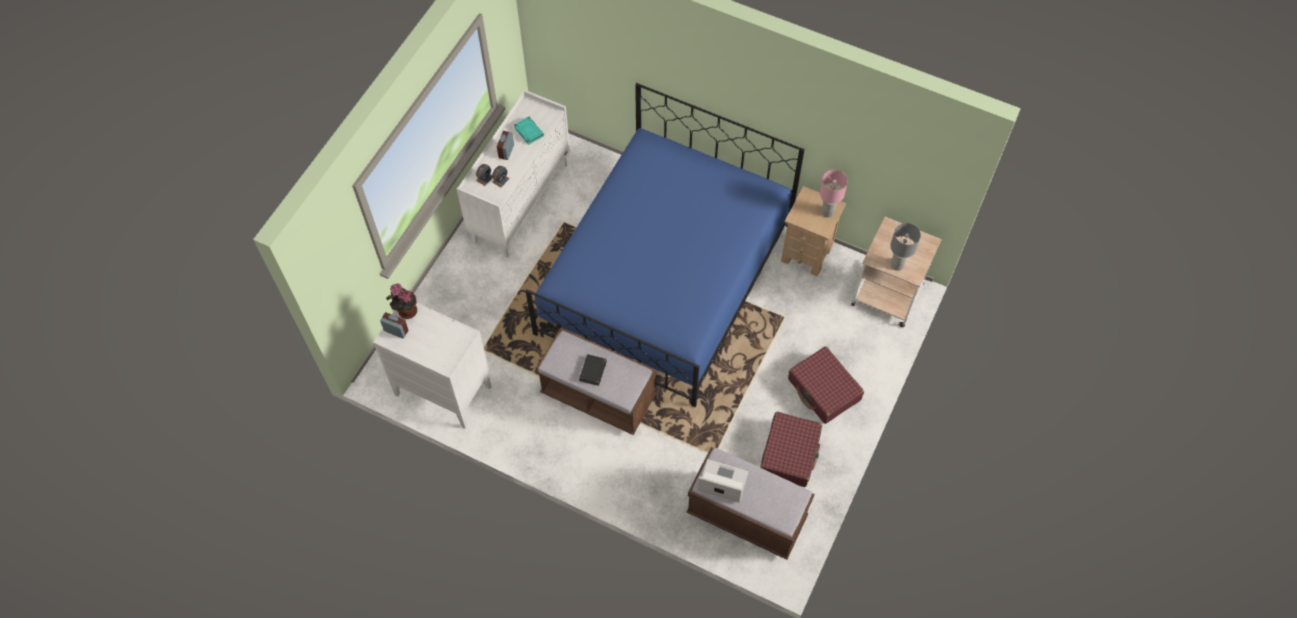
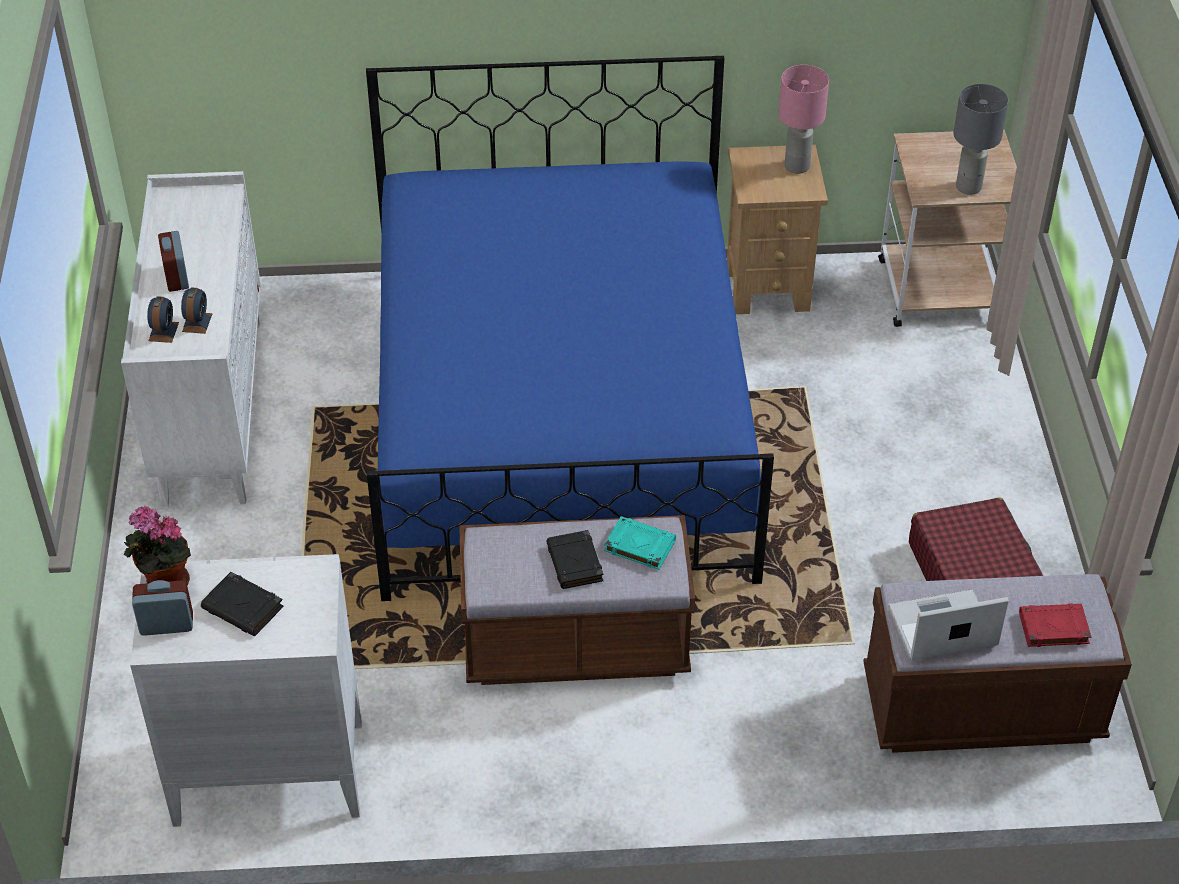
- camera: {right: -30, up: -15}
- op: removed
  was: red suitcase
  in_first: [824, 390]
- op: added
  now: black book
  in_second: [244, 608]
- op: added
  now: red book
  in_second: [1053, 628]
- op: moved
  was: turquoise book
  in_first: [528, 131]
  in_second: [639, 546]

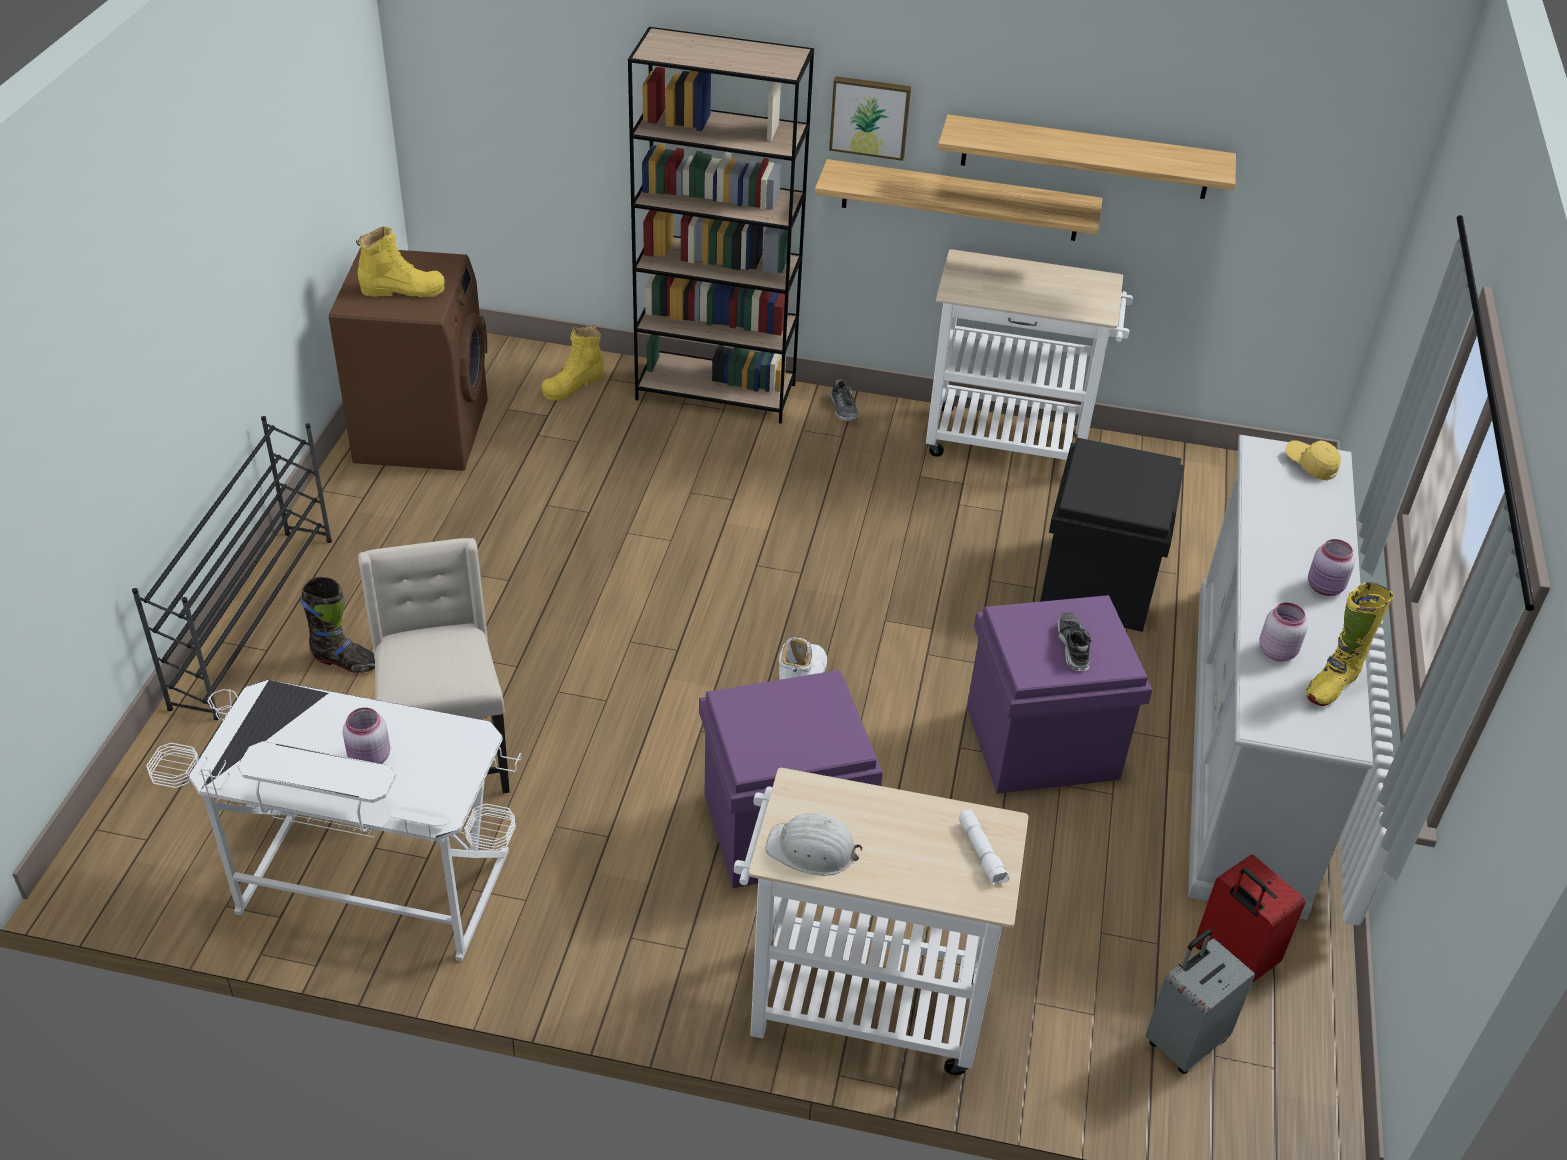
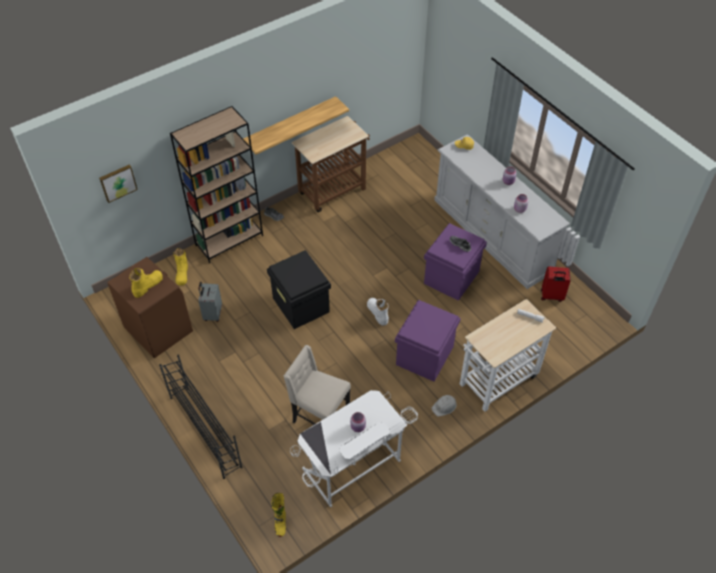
- camera: {right: -45, up: 10}
- op: removed
  was: black boot
  in_first: [345, 662]
- op: removed
  was: shelf
  in_first: [1085, 157]
- op: moved
  was: white hard hat
  in_first: [812, 850]
  in_second: [444, 406]
- op: moved
  was: picture
  in_first: [870, 116]
  in_second: [118, 182]
- op: moved
  was: black storage box
  in_first: [1099, 584]
  in_second: [301, 305]
- op: moved
  was: grey suitcase
  in_first: [1184, 1041]
  in_second: [212, 313]
- op: moved
  was: yellow boot
  in_first: [1332, 685]
  in_second: [280, 522]
- op: recoloured
  was: white cart
  now: brown cart
  in_first: [1009, 444]
  in_second: [333, 191]

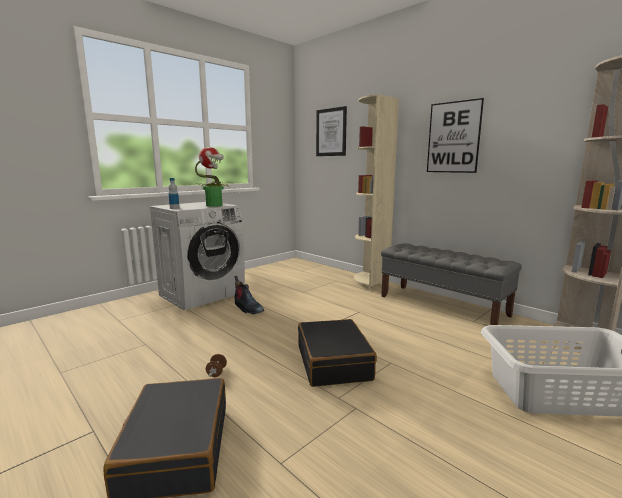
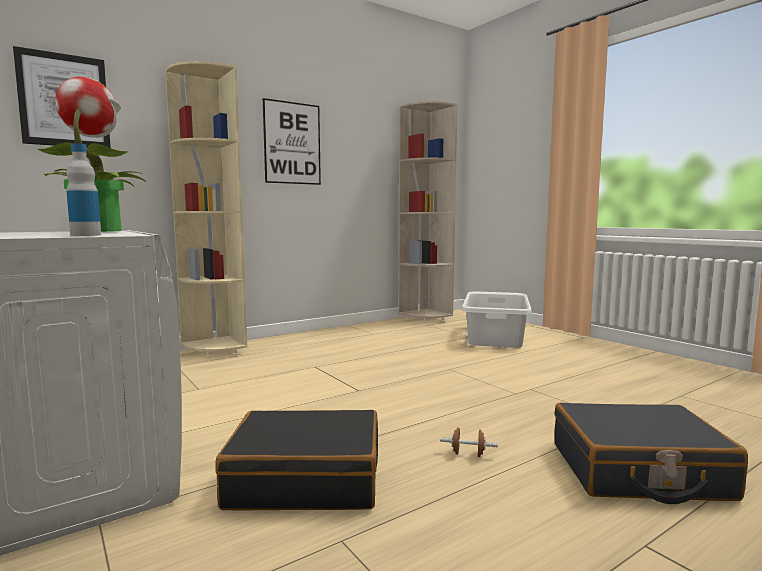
- camera: {right: -80, up: -5}
- op: removed
  was: boot
  in_first: [247, 308]
- op: removed
  was: grey bench
  in_first: [442, 306]
- op: moved
  was: black suitcase
  in_first: [334, 362]
  in_second: [306, 479]

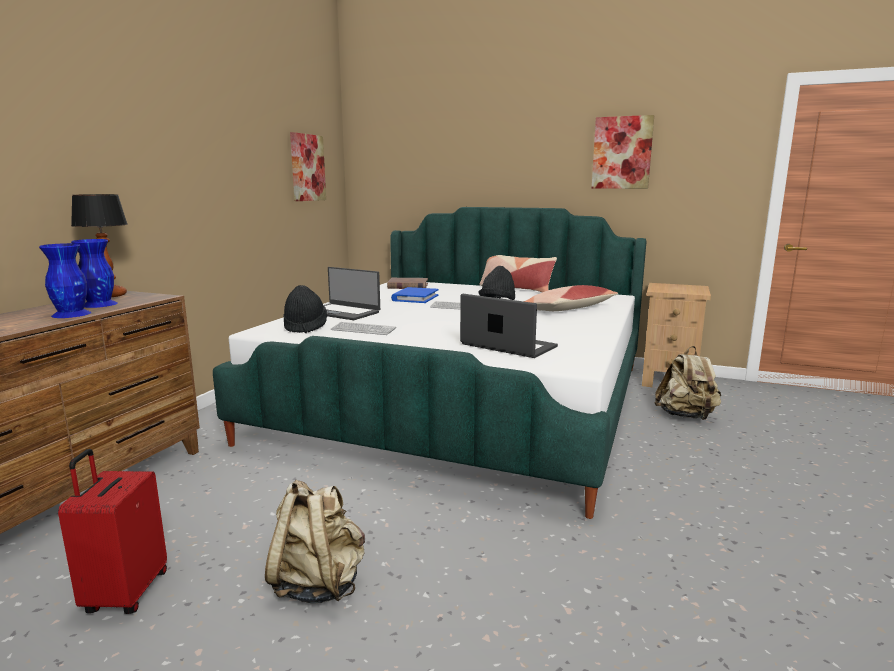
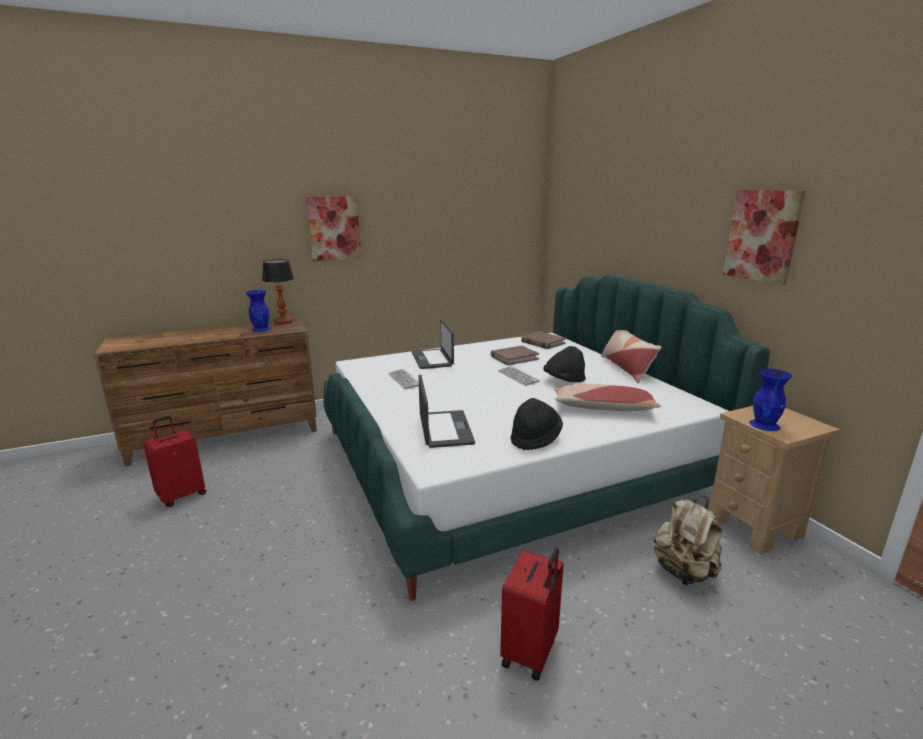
- camera: {right: 45, up: 5}
- op: removed
  was: beige backpack
  in_first: [318, 584]
- op: added
  now: red suitcase
  in_second: [531, 652]
- op: moved
  was: blue vase
  in_first: [72, 314]
  in_second: [765, 425]
- op: moved
  was: black hat
  in_first: [305, 327]
  in_second: [535, 439]
- op: moved
  was: picture
  in_first: [307, 167]
  in_second: [334, 228]
- op: recoloured
  was: blue book
  now: brown book
  in_first: [415, 298]
  in_second: [514, 357]

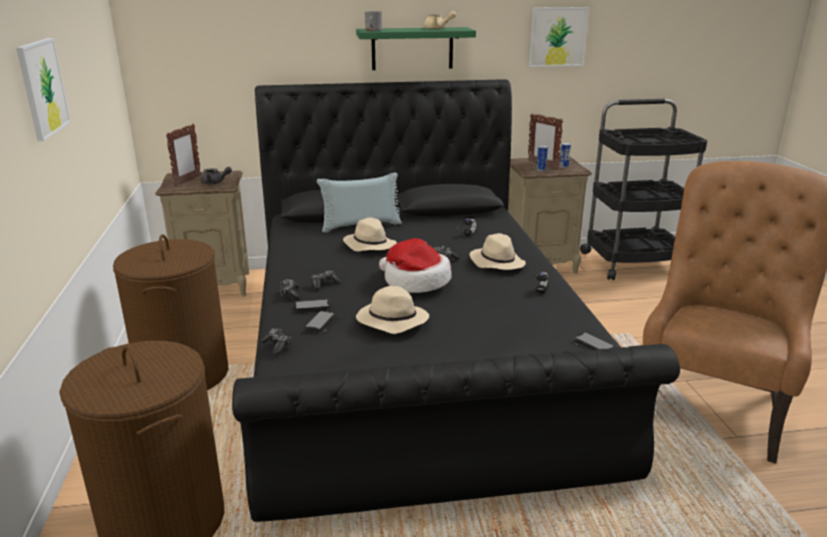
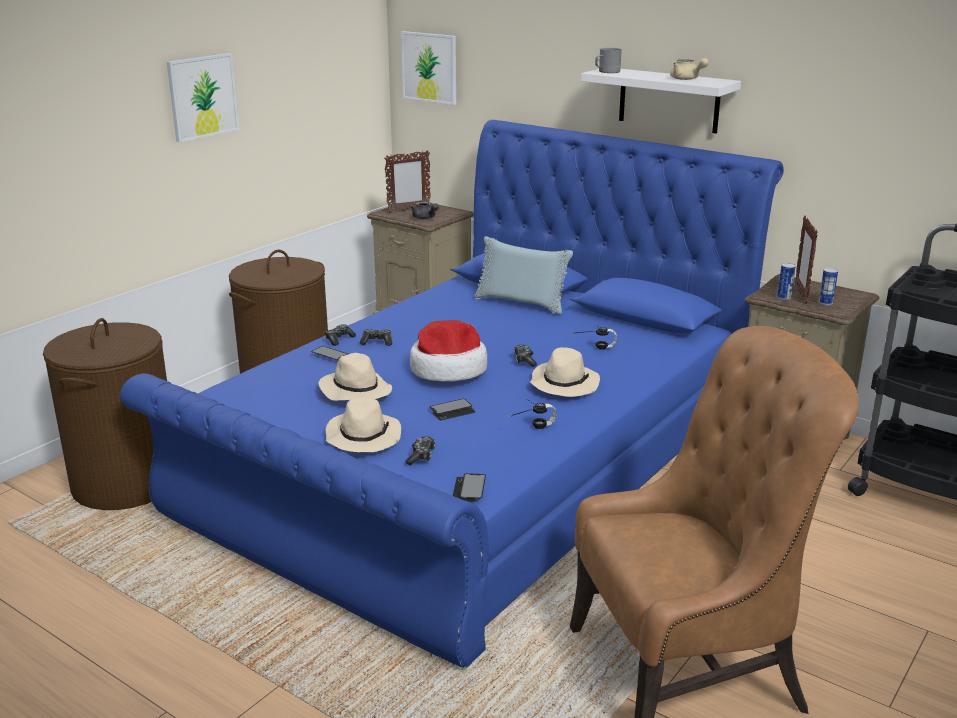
- camera: {right: 45, up: 0}
- op: moved
  was: game controller
  in_first: [277, 345]
  in_second: [421, 456]
- op: moved
  was: phone
  in_first: [322, 323]
  in_second: [452, 411]
- op: moved
  was: beige hat
  in_first: [369, 245]
  in_second: [363, 437]
- op: moved
  was: picture
  in_first: [558, 37]
  in_second: [430, 67]
- op: recoloured
  was: black bed
  now: blue bed
  in_first: [413, 354]
  in_second: [478, 462]
- op: recoloured
  was: green shelf
  now: white shelf
  in_first: [412, 48]
  in_second: [669, 100]

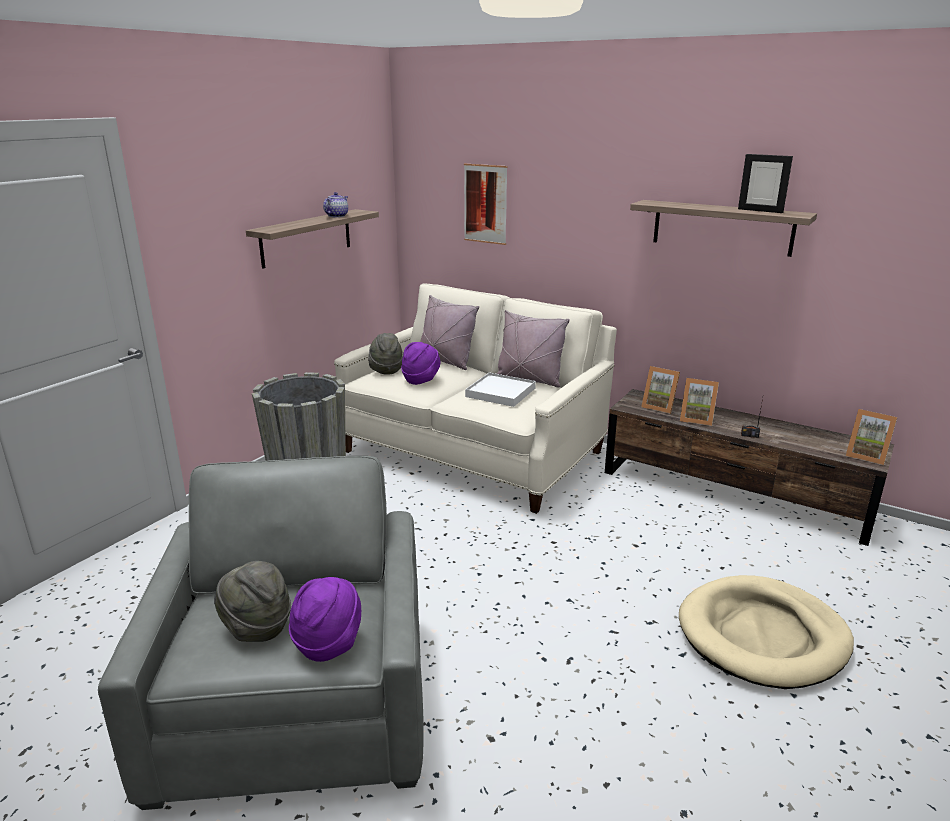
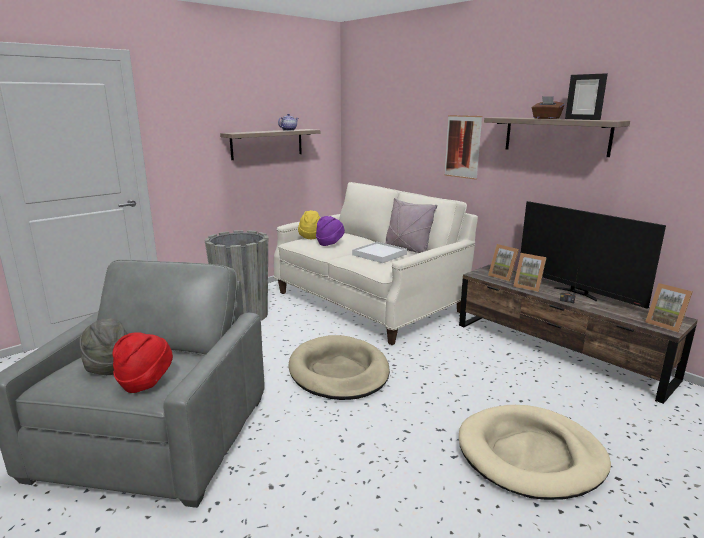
- camera: {right: 15, up: -5}
- op: removed
  was: purple pillow
  in_first: [445, 362]
- op: added
  now: beige dog bed
  in_second: [339, 372]
- op: added
  now: television
  in_second: [577, 293]
- op: added
  now: brown tissue box
  in_second: [546, 118]
- op: moved
  was: picture
  in_first: [485, 204]
  in_second: [462, 147]
- op: recoloured
  was: purple hat
  now: red hat
  in_first: [328, 641]
  in_second: [145, 382]
- op: recoloured
  was: grey hat
  now: yellow hat
  in_first: [386, 369]
  in_second: [311, 236]

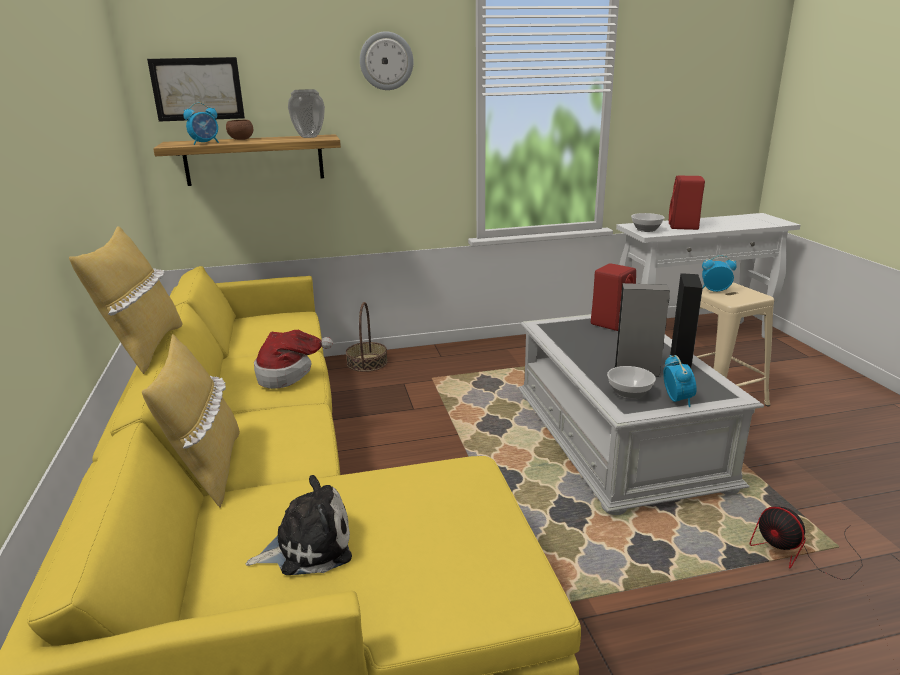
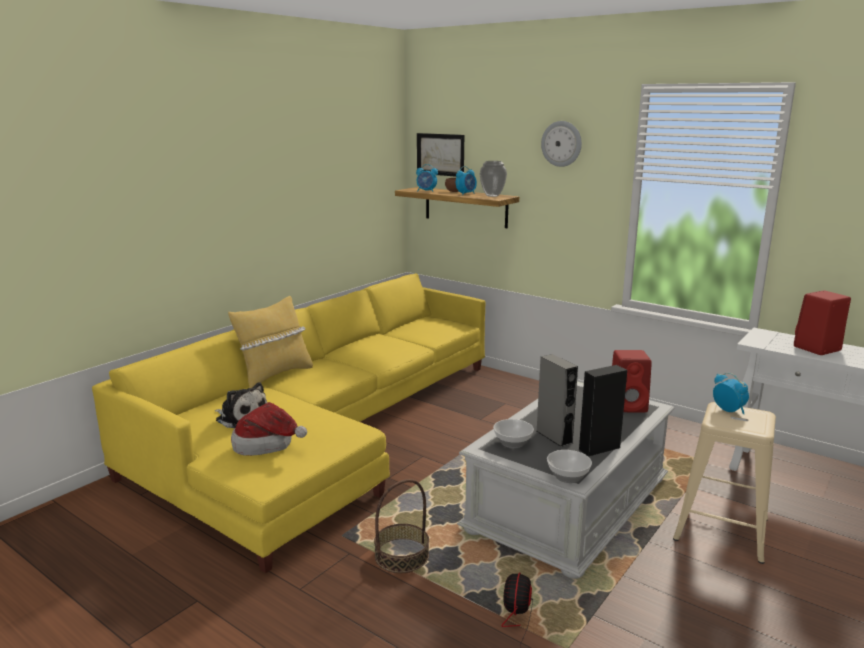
- camera: {right: 50, up: -5}
- op: removed
  was: yellow pillow
  in_first: [144, 349]
- op: moved
  was: hat
  in_first: [287, 373]
  in_second: [267, 445]
- op: moved
  was: basket
  in_first: [367, 363]
  in_second: [401, 555]
- op: moved
  was: bowl
  in_first: [645, 229]
  in_second: [567, 476]
- op: moved
  was: alarm clock
  in_first: [677, 399]
  in_second: [466, 194]

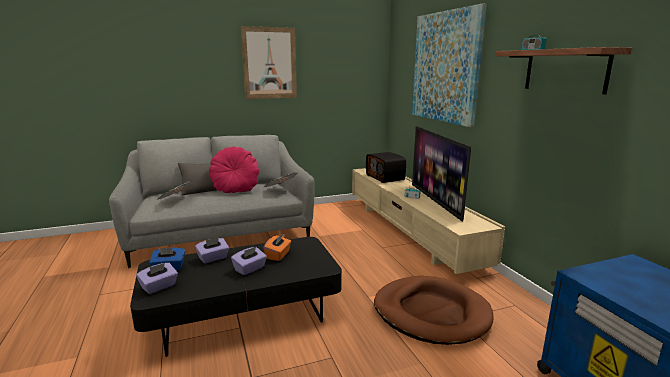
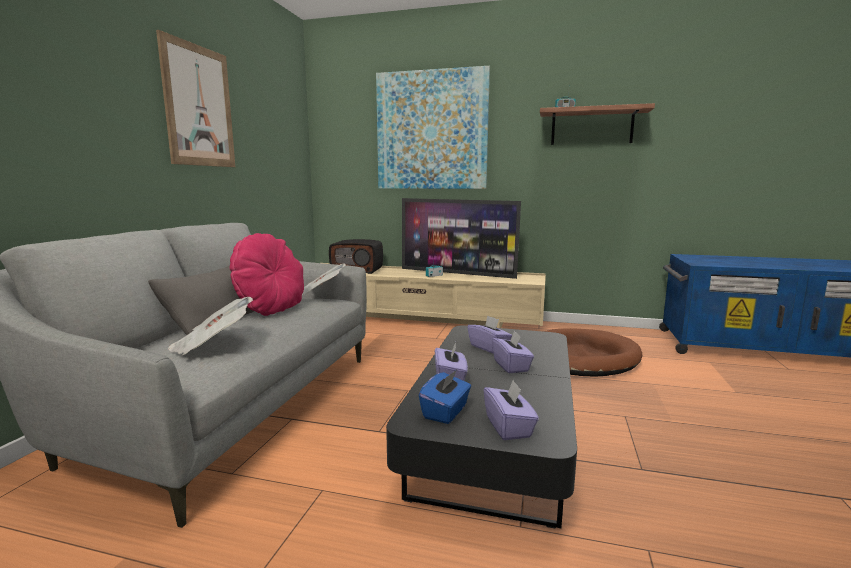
- camera: {right: -55, up: -5}
- op: recoloured
  was: orange tissue box
  now: purple tissue box
  in_first: [278, 255]
  in_second: [489, 347]

